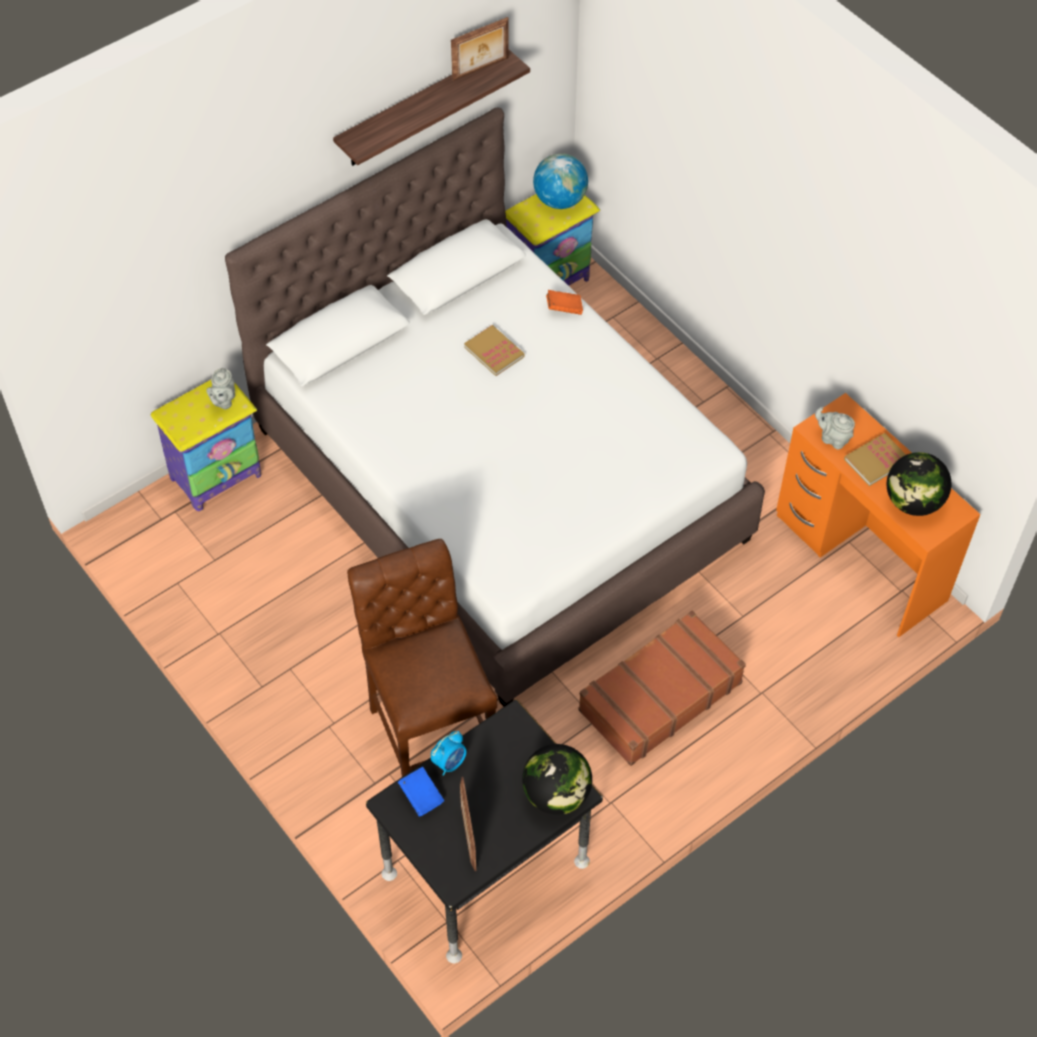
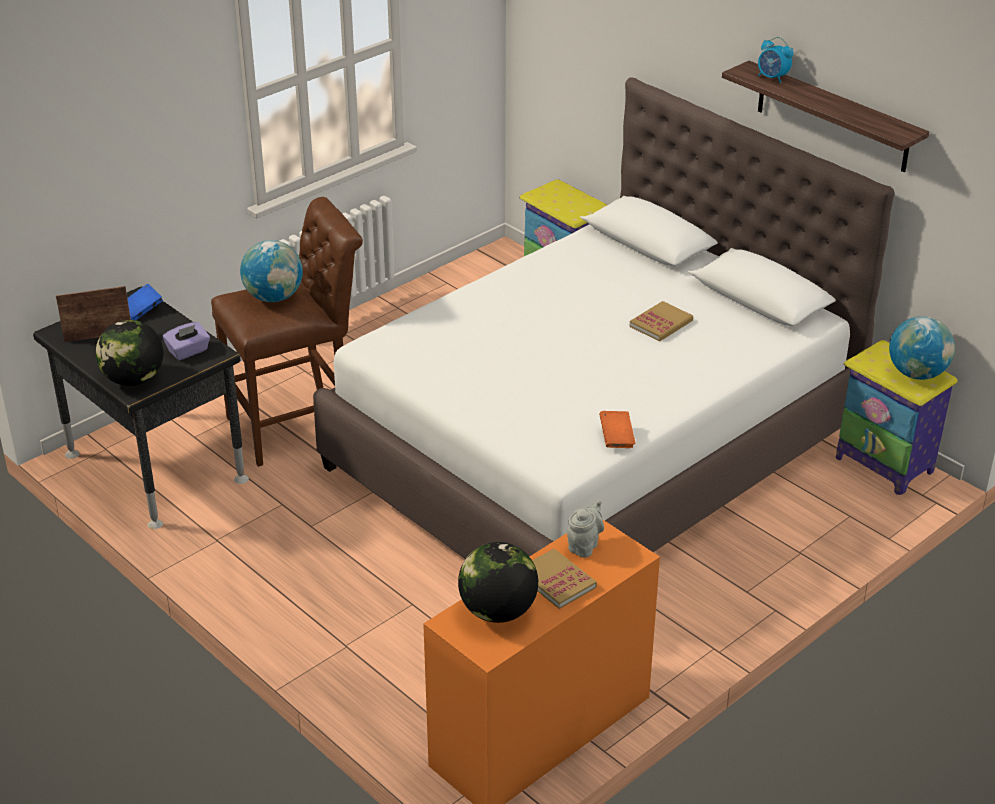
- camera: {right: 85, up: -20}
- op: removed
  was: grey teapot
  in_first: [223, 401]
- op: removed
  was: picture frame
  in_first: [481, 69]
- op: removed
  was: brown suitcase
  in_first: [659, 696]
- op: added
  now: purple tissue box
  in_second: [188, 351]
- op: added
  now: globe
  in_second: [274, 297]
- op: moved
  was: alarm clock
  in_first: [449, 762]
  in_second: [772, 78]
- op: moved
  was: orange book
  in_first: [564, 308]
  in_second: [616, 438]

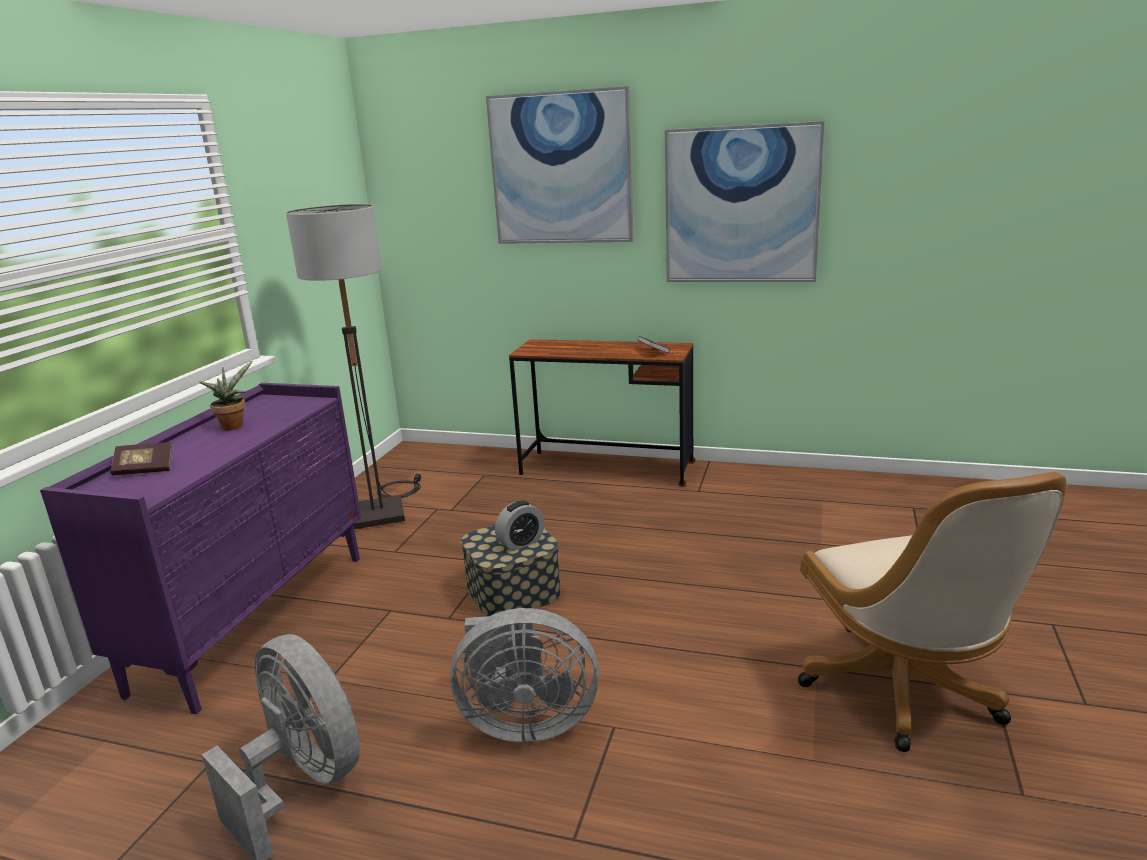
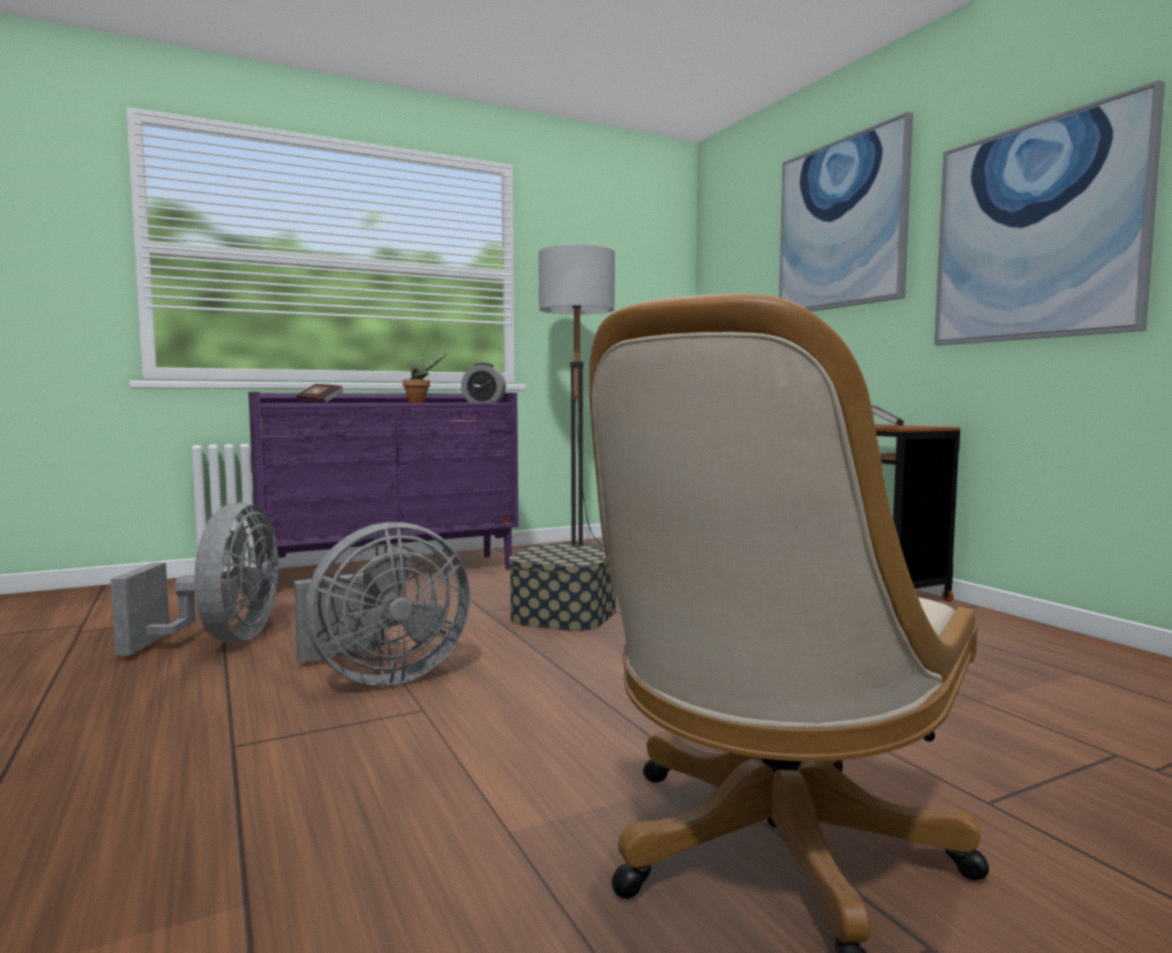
- camera: {right: 45, up: -15}
- op: moved
  was: alarm clock
  in_first: [521, 543]
  in_second: [483, 402]
- op: turned
  was: grey fan
  in_first: [525, 722]
  in_second: [381, 676]
  clockwise: -75

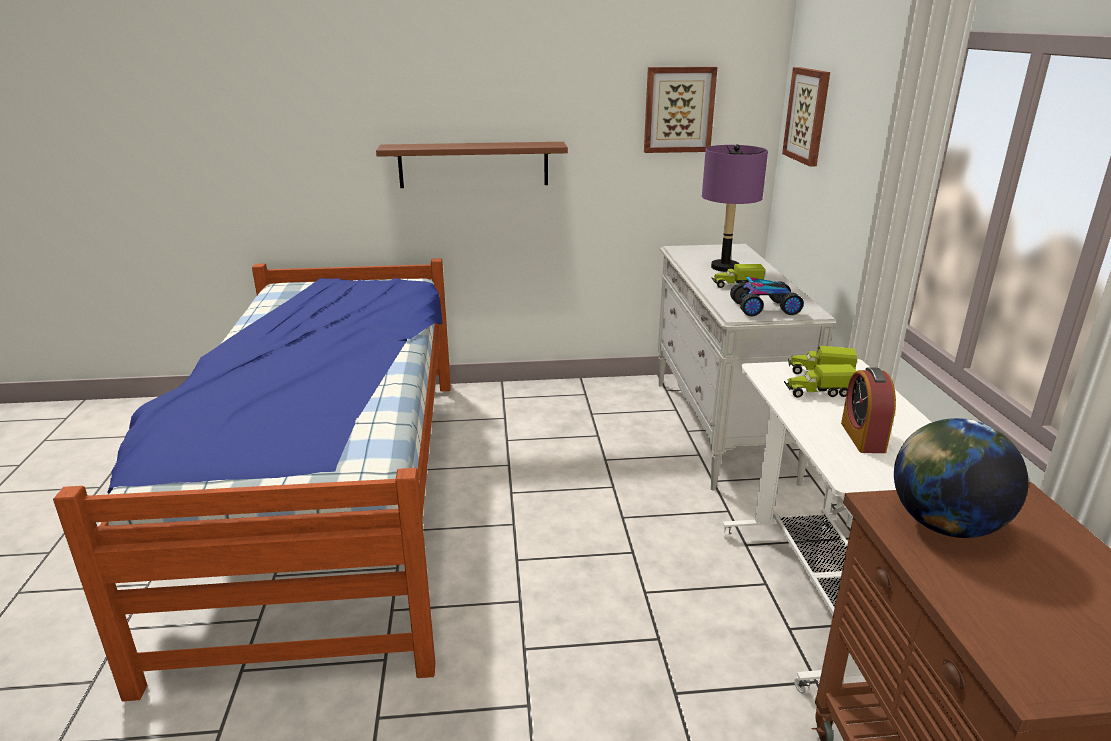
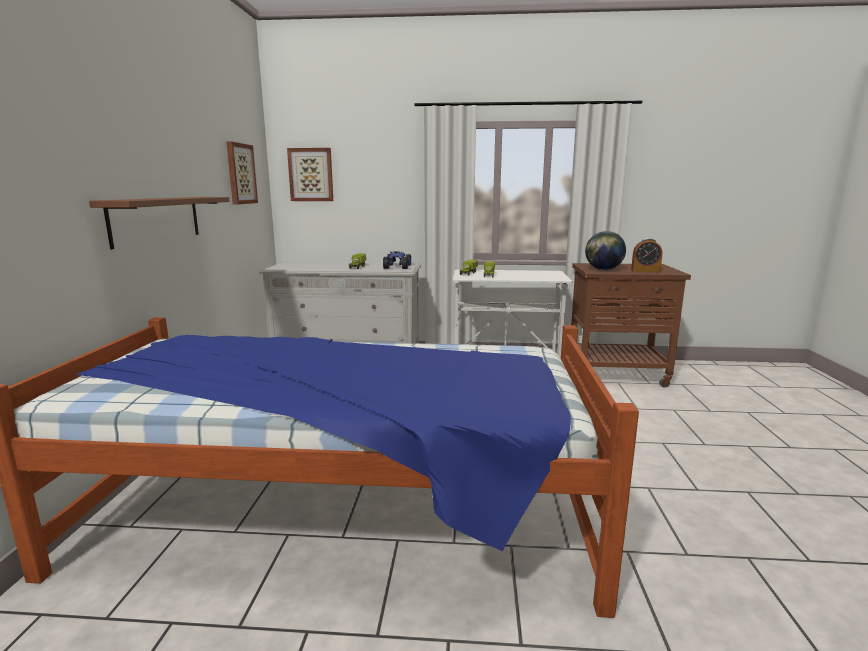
- camera: {right: -80, up: -10}
- op: removed
  was: purple table lamp
  in_first: [724, 268]
- op: moved
  was: alarm clock
  in_first: [863, 437]
  in_second: [645, 271]

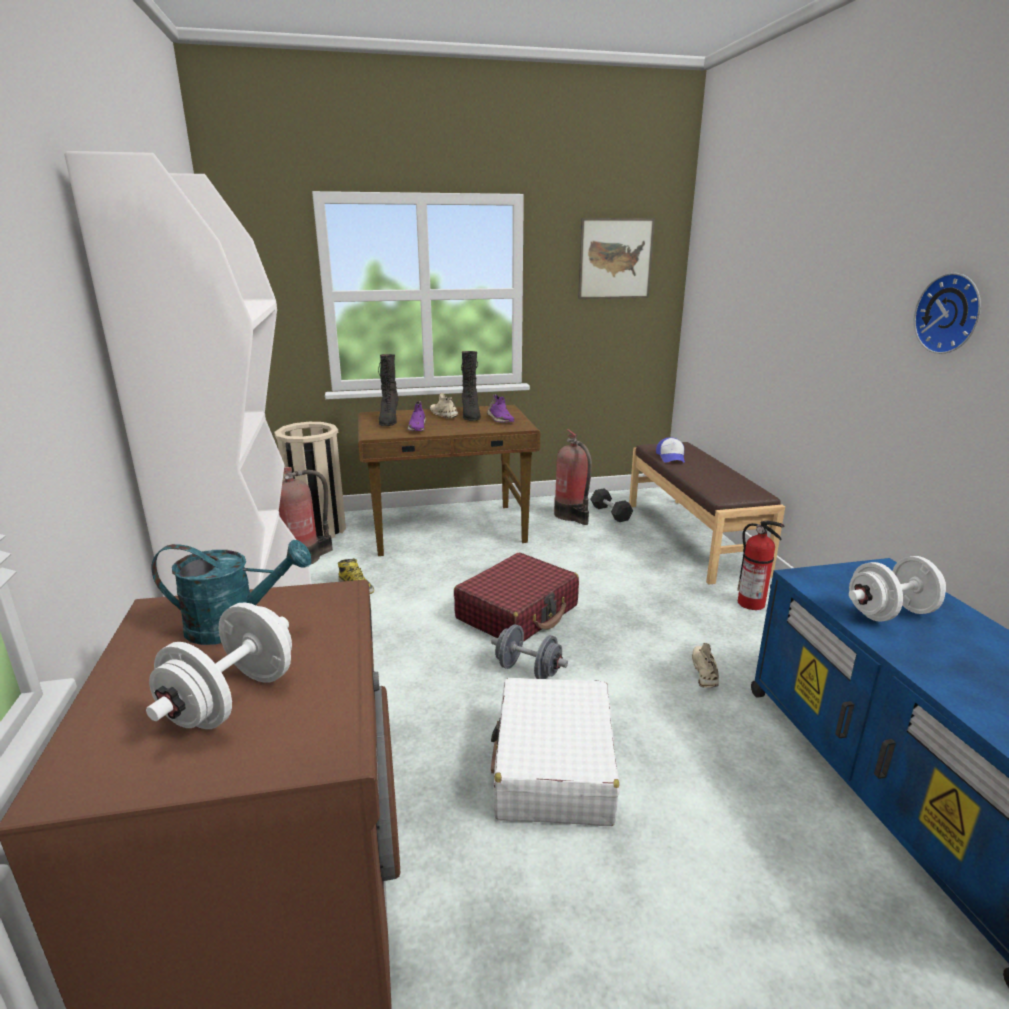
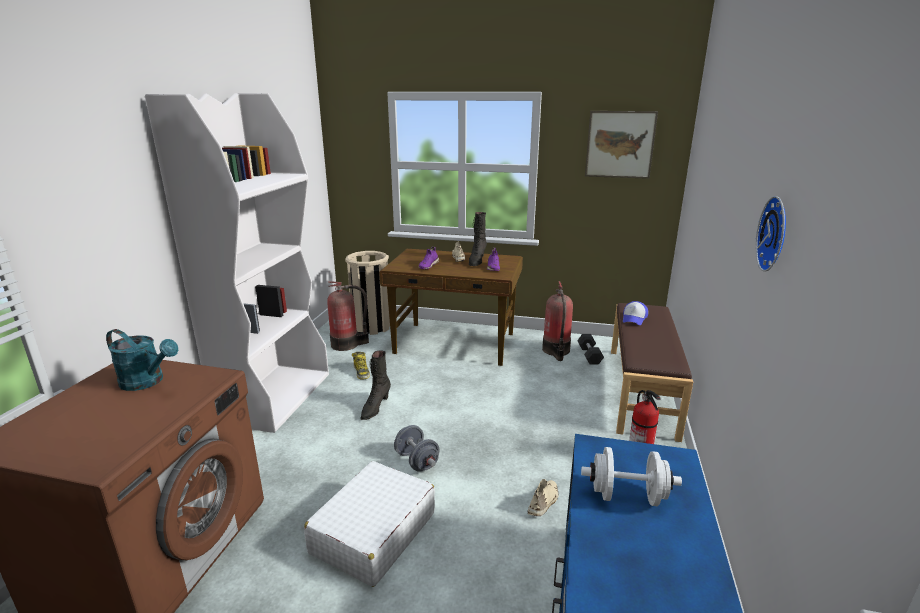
- camera: {right: 25, up: 0}
- op: removed
  was: white dumbbell
  in_first: [231, 700]
- op: removed
  was: red suitcase
  in_first: [518, 612]
- op: moved
  was: black boot
  in_first: [389, 420]
  in_second: [375, 408]

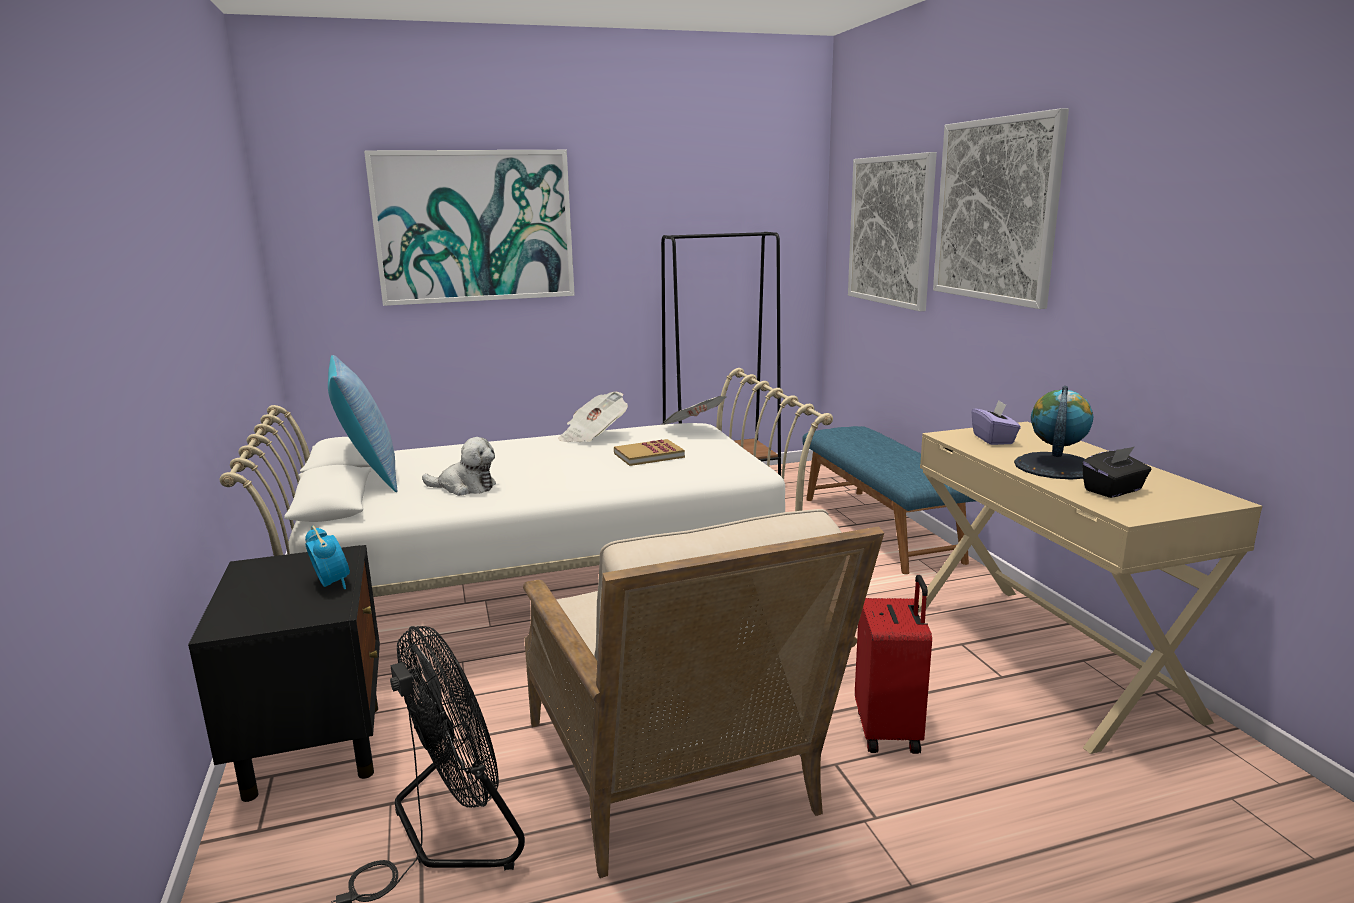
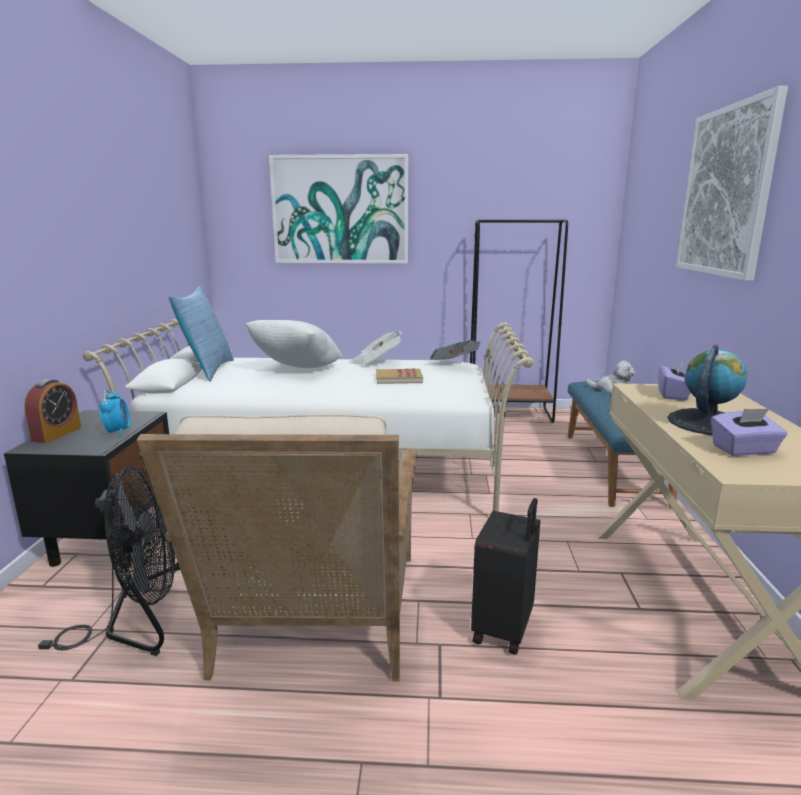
- camera: {right: 20, up: 0}
- op: removed
  was: picture
  in_first: [890, 231]
- op: added
  now: alarm clock
  in_second: [56, 434]
- op: added
  now: white pillow
  in_second: [297, 370]
- op: moved
  was: plush toy
  in_first: [465, 487]
  in_second: [612, 389]
- op: recoloured
  was: red suitcase
  now: black suitcase
  in_first: [889, 730]
  in_second: [504, 629]
- op: recoloured
  was: black tissue box
  now: purple tissue box
  in_first: [1113, 490]
  in_second: [744, 450]

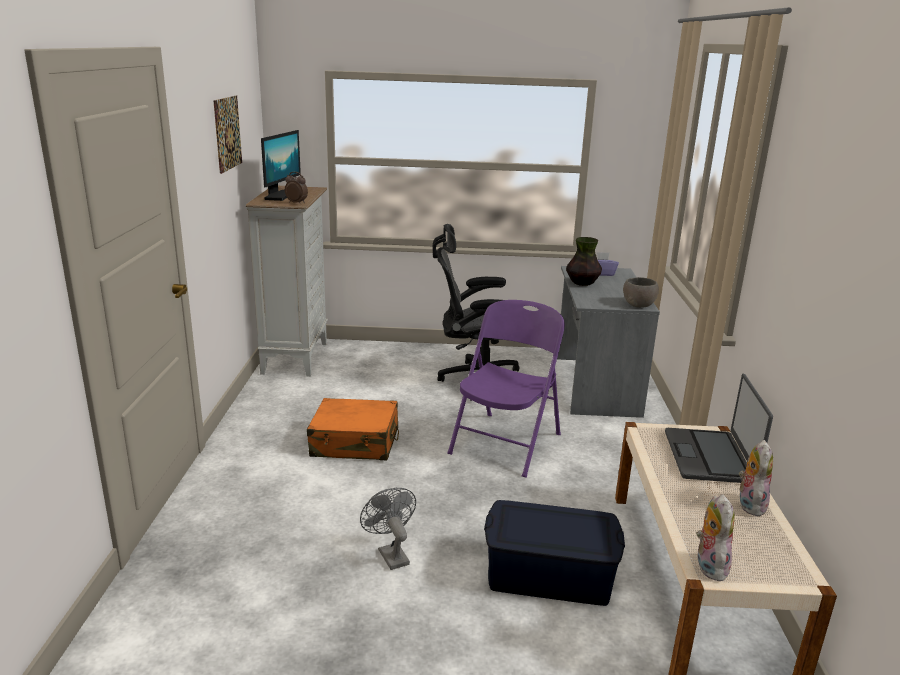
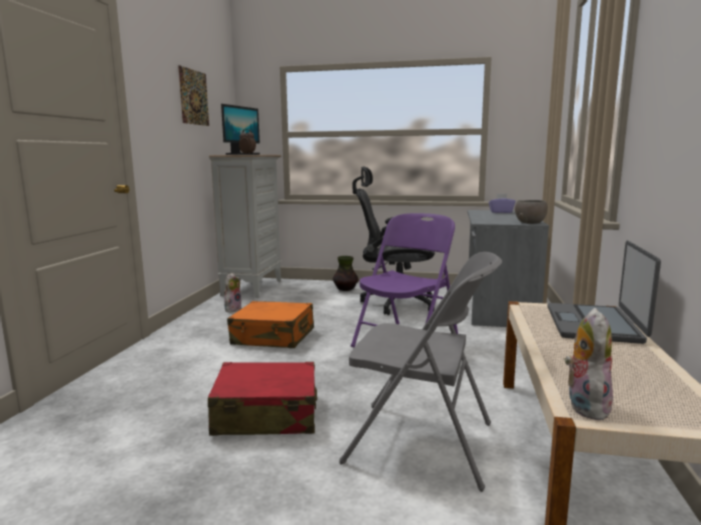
- camera: {right: 10, up: -10}
- op: moved
  was: vase
  in_first: [582, 283]
  in_second: [345, 289]
- op: moved
  was: plush toy
  in_first: [749, 504]
  in_second: [232, 309]
- op: replaced
  was: grey fan
  now: red suitcase
  in_first: [390, 554]
  in_second: [266, 415]
- op: replaced
  was: blue storage box
  now: grey chair
  in_first: [549, 576]
  in_second: [419, 442]

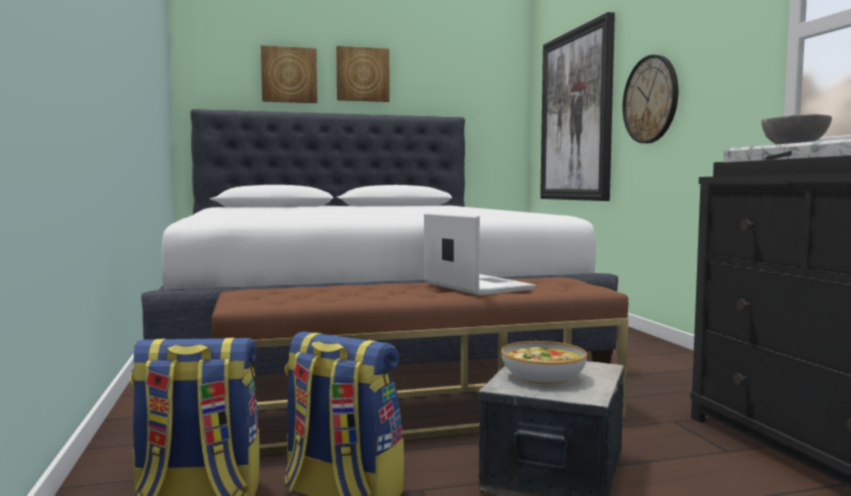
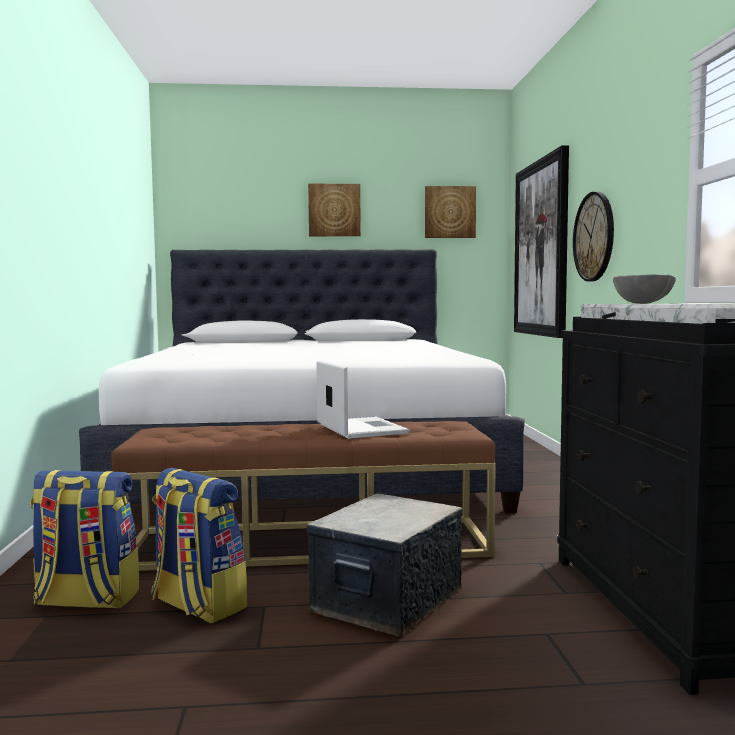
- camera: {right: 10, up: 0}
- op: removed
  was: bowl
  in_first: [543, 377]
- op: moved
  was: picture
  in_first: [289, 75]
  in_second: [449, 212]

